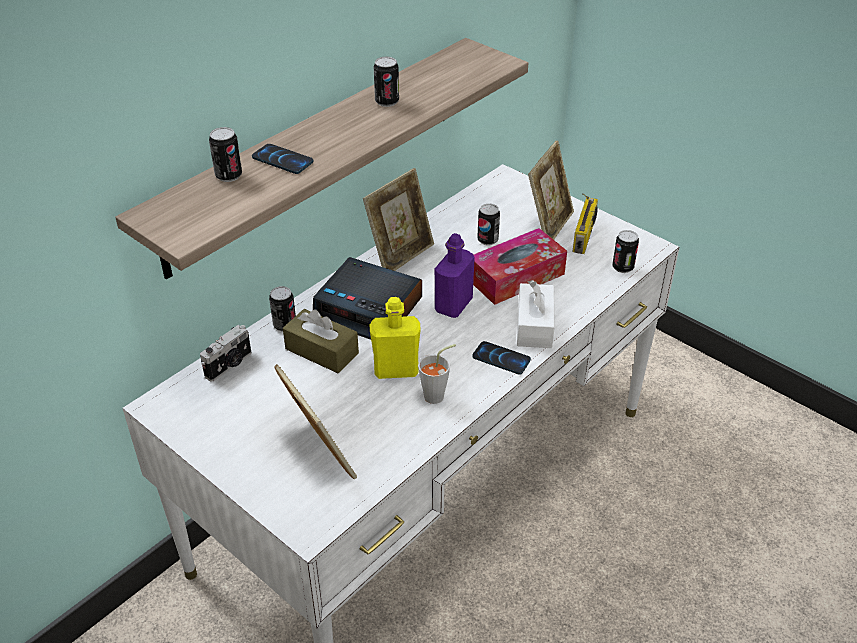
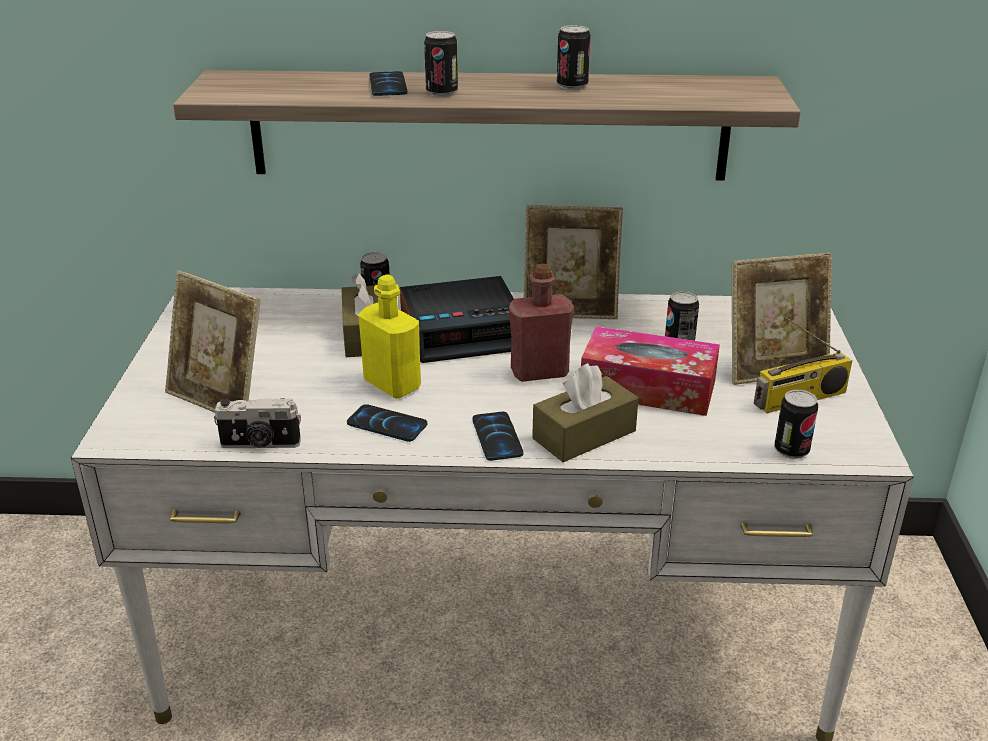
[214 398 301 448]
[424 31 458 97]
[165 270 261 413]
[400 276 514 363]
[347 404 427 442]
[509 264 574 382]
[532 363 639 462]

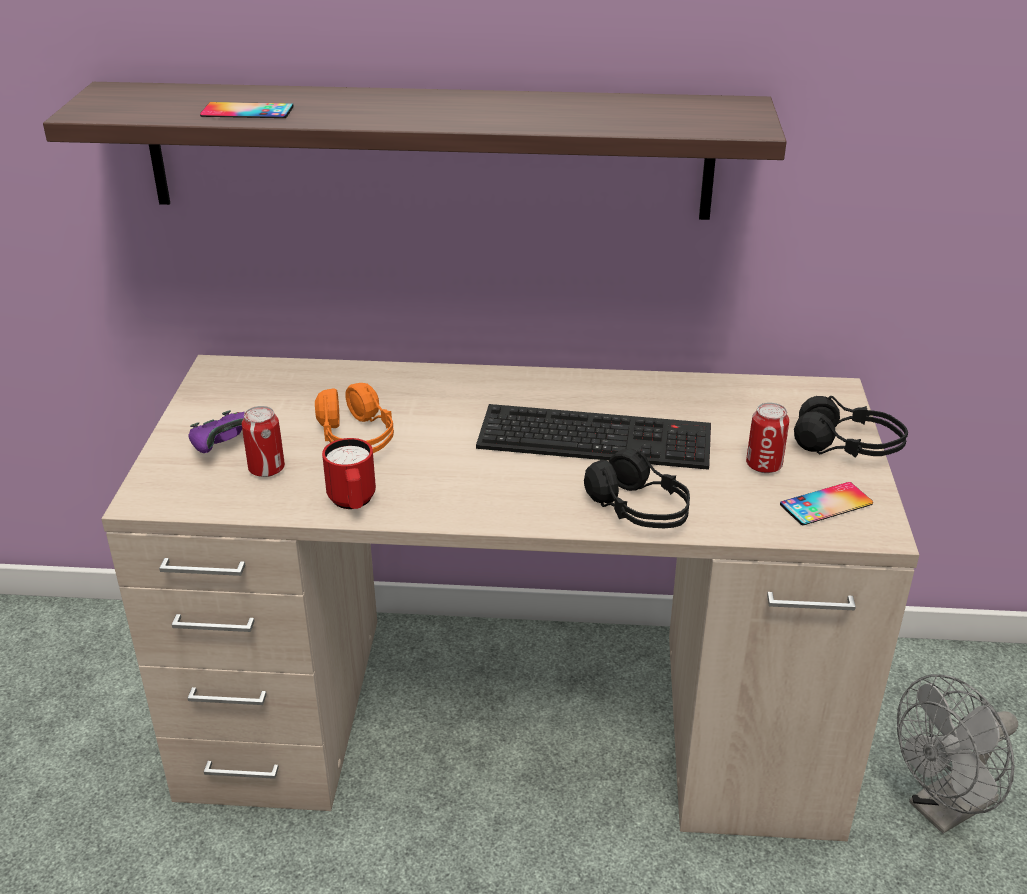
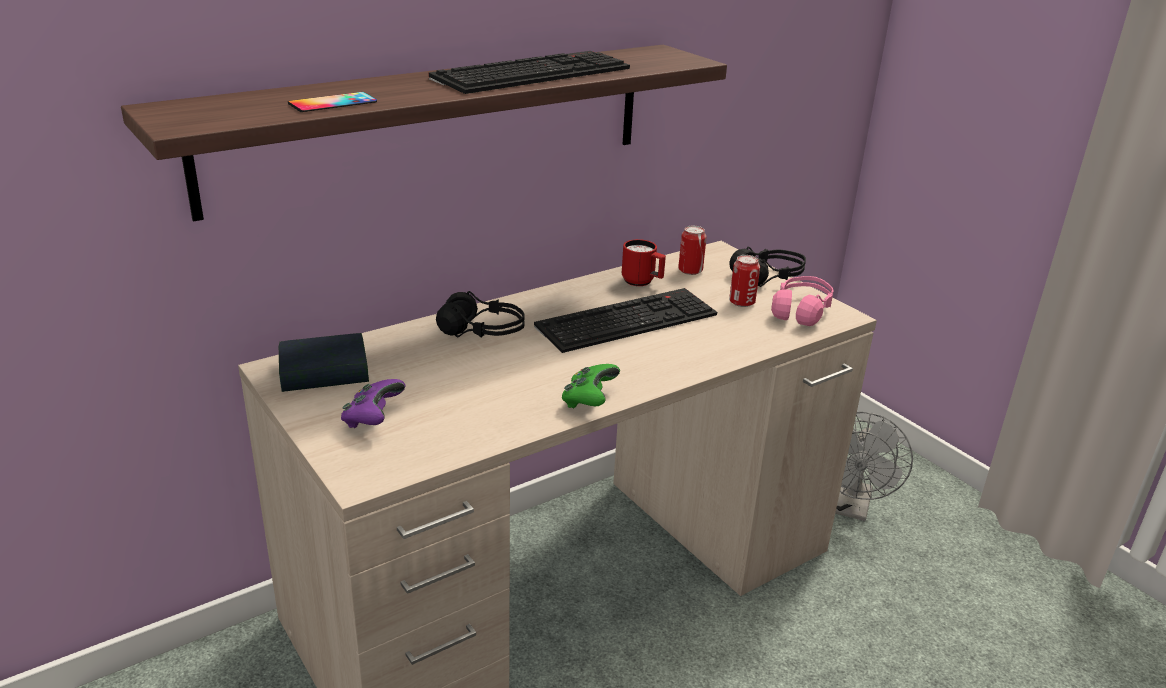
[678 226 706 275]
[315 383 394 453] (first image)
[622 239 666 286]
[436 291 525 338]
[771 276 834 326]
[279 333 369 392]
[429 51 630 94]
[562 364 620 408]

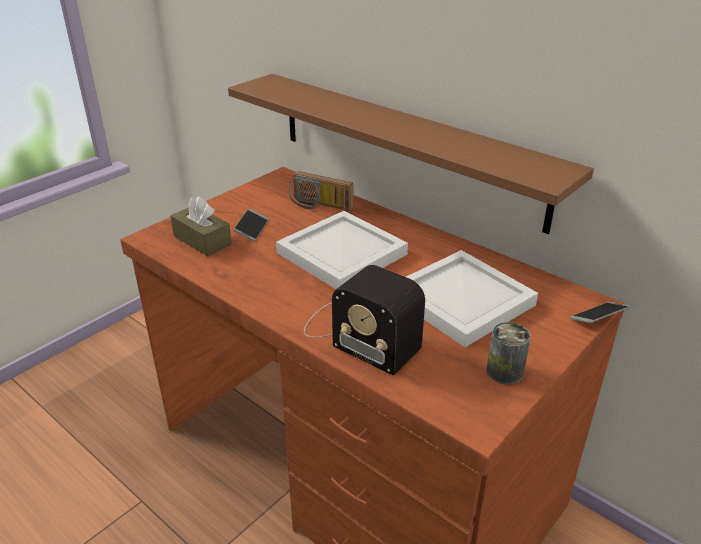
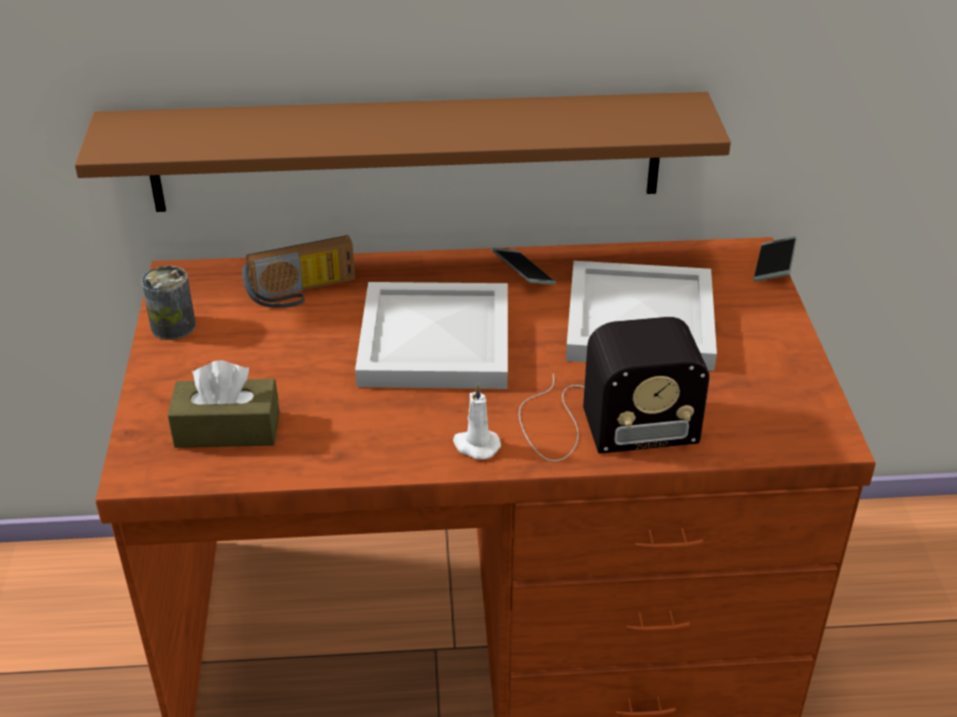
[491 248 556 285]
[141 266 196 340]
[453 383 501 460]

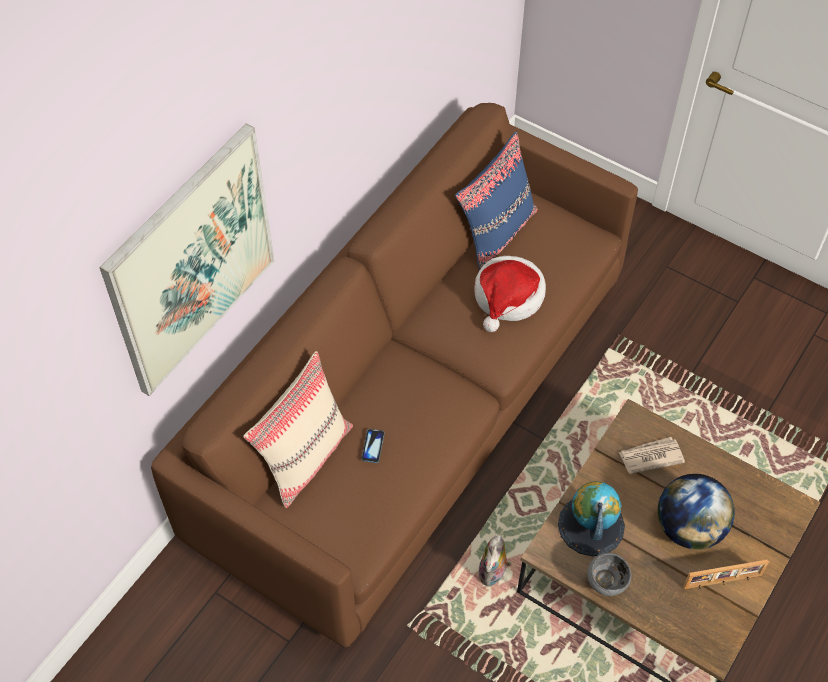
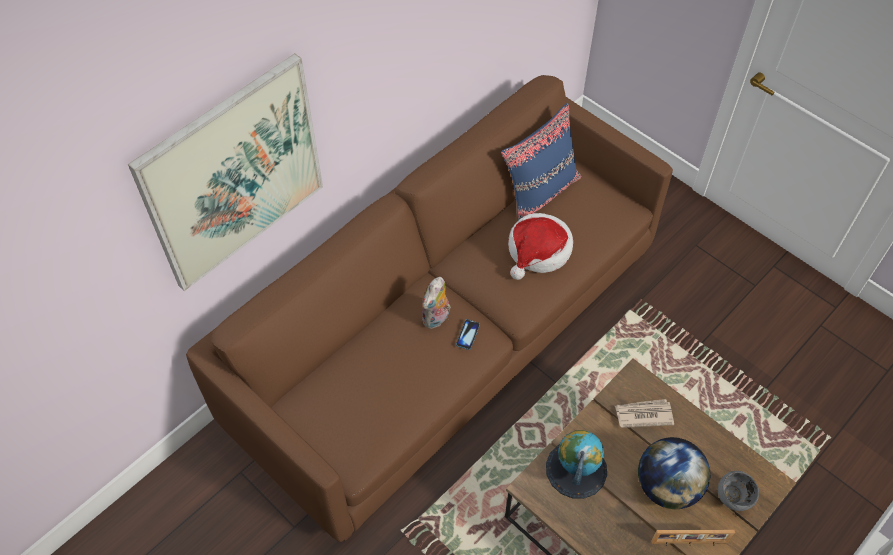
[243 351 353 508] (first image)
[456 319 480 350]
[422 277 451 329]
[718 471 759 511]

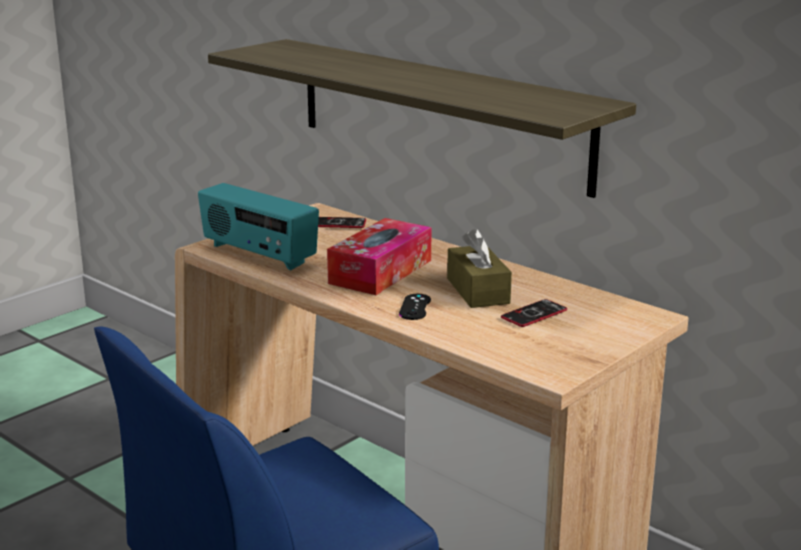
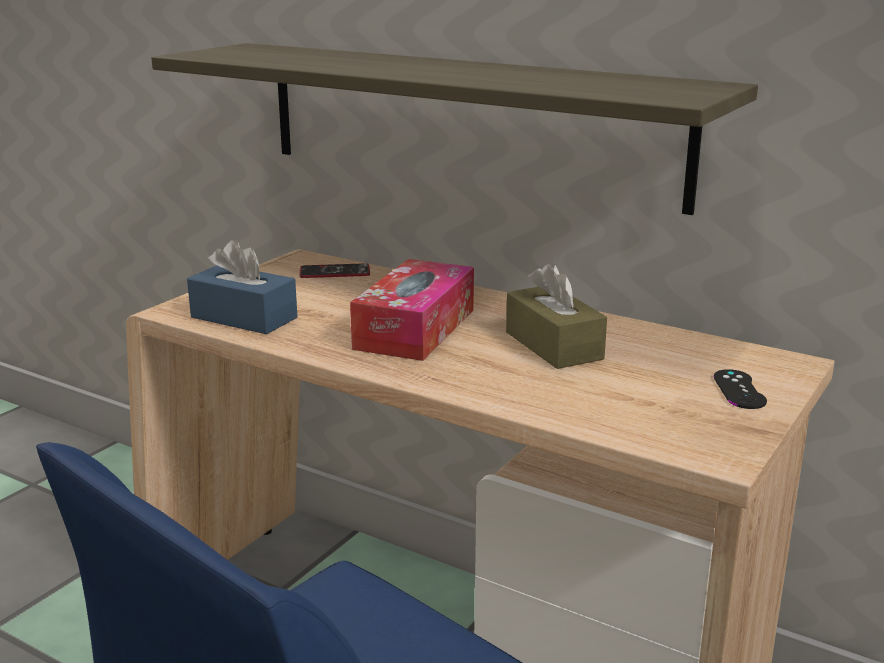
[187 239 297 334]
[714 369 767 409]
[501 299 567 327] (first image)

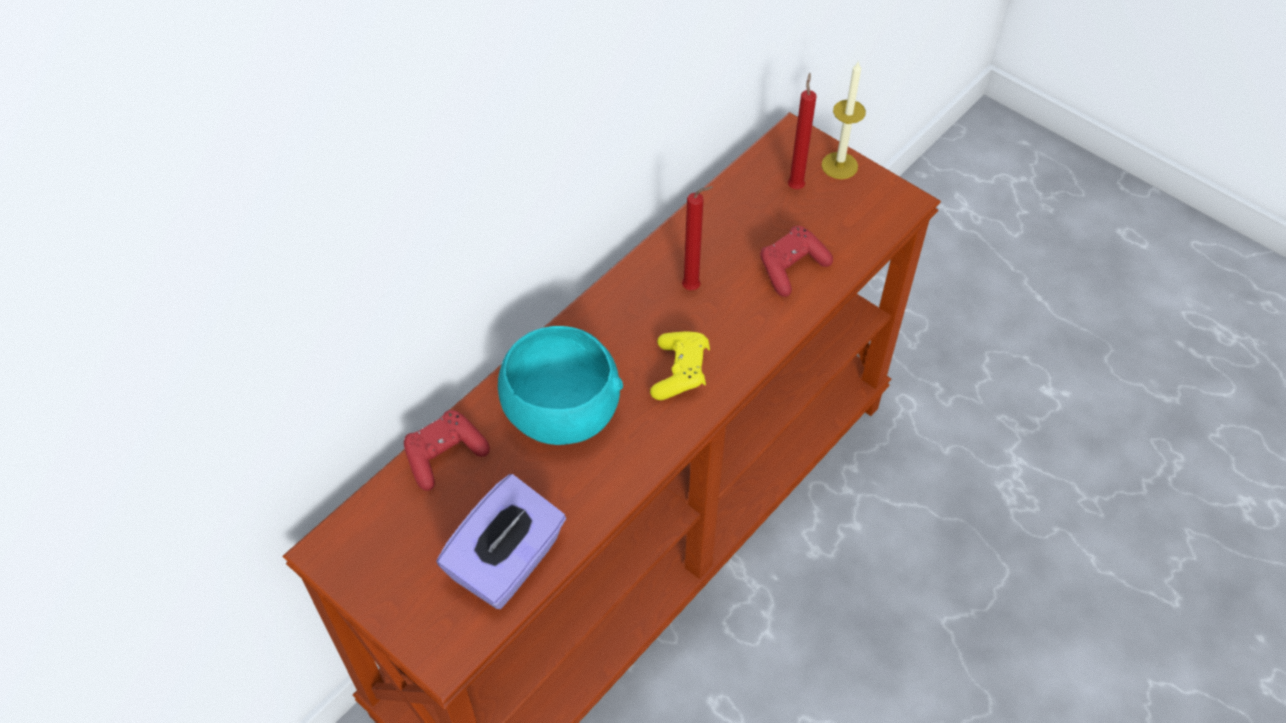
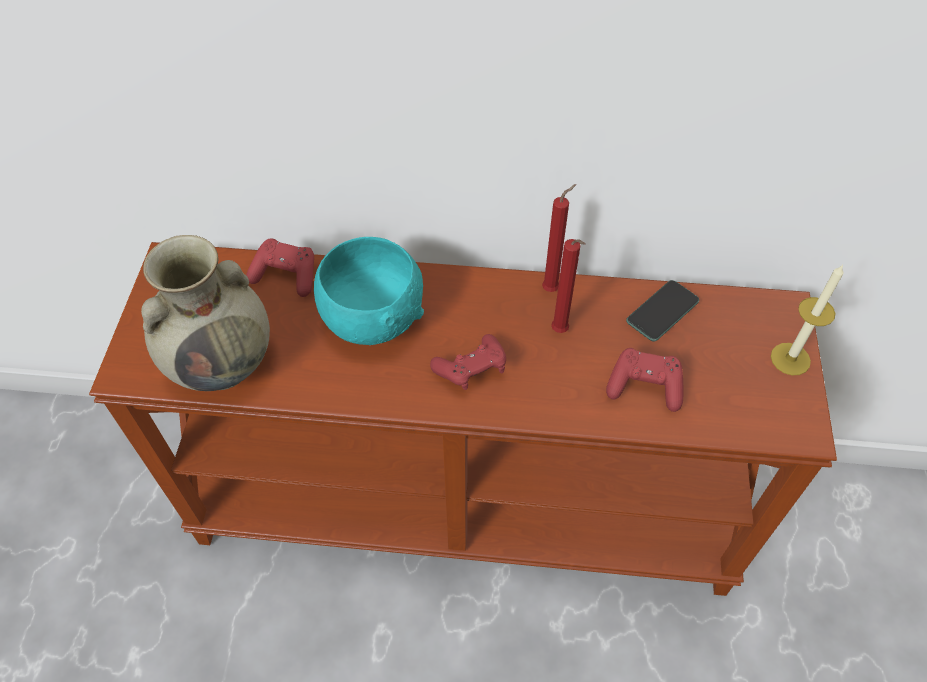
[141 235 270 391]
[430 334 506 390]
[542 184 576 292]
[626 280 699 342]

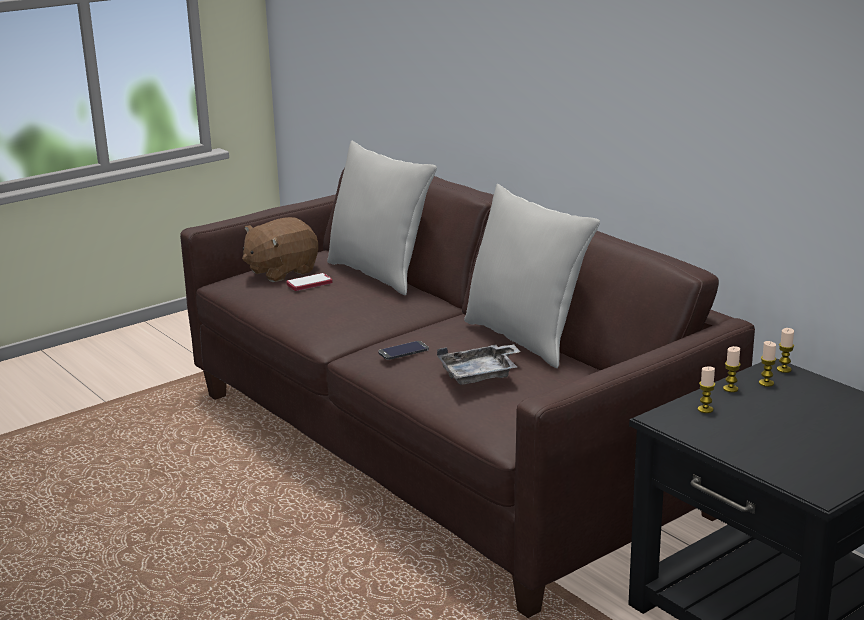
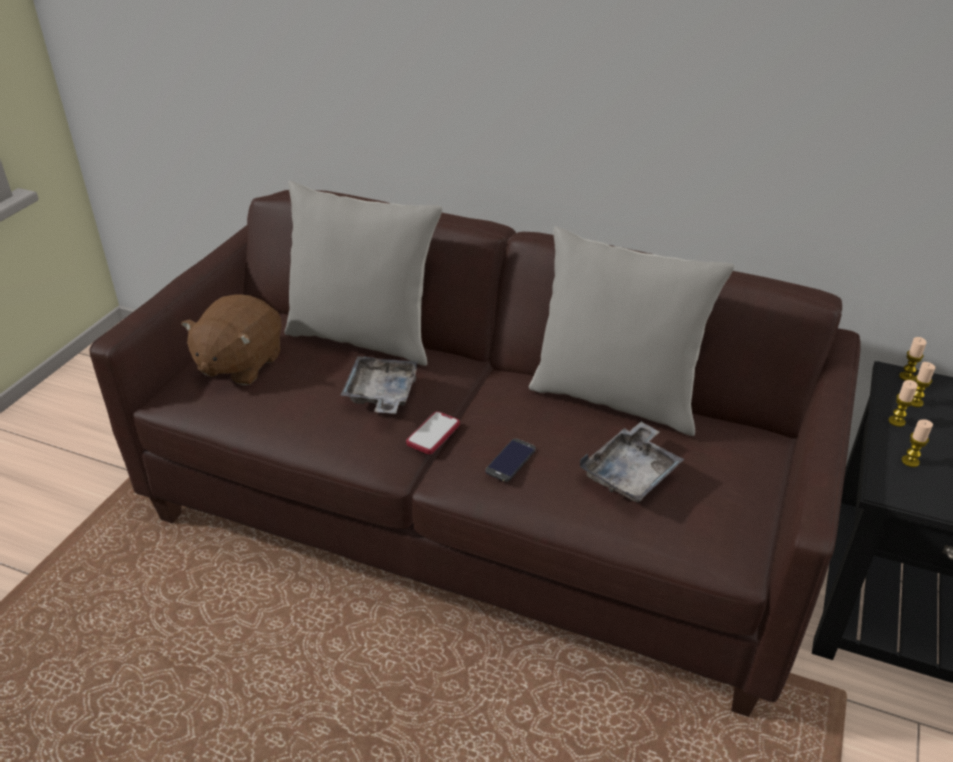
[406 411 460 455]
[340 356 418 413]

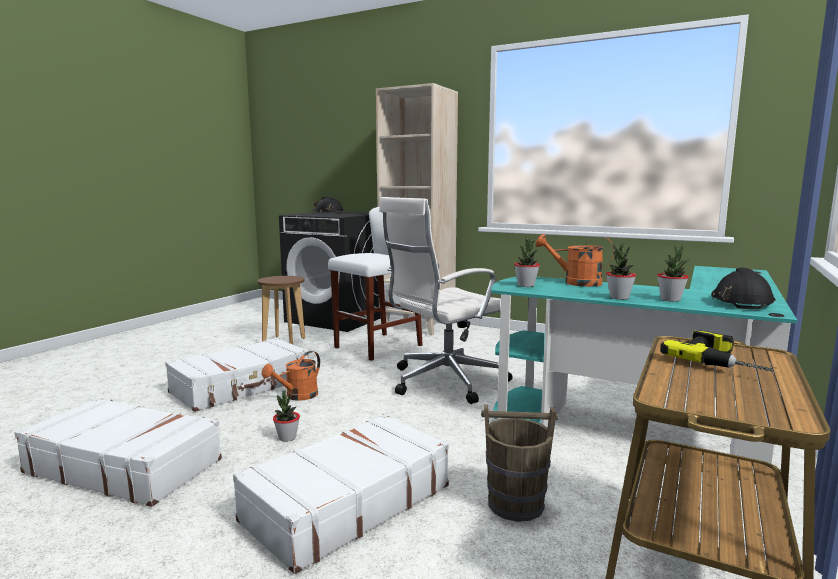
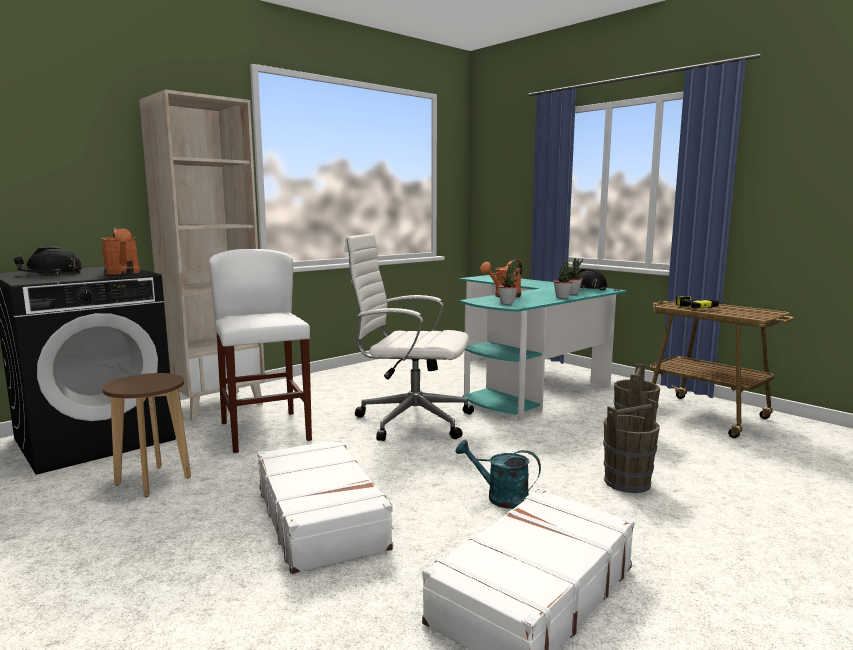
[603 399 660 493]
[101 228 140 275]
[456 440 541 509]
[344 234 474 441]

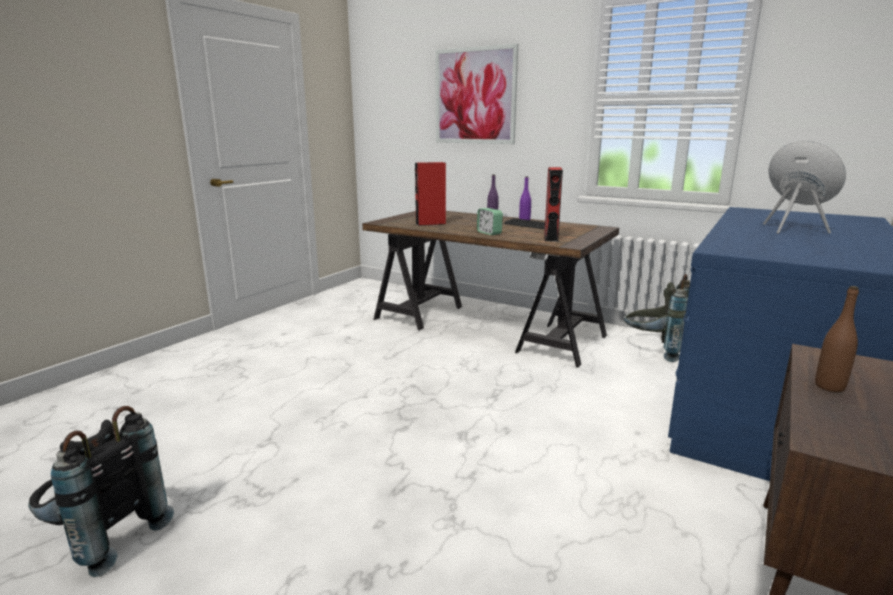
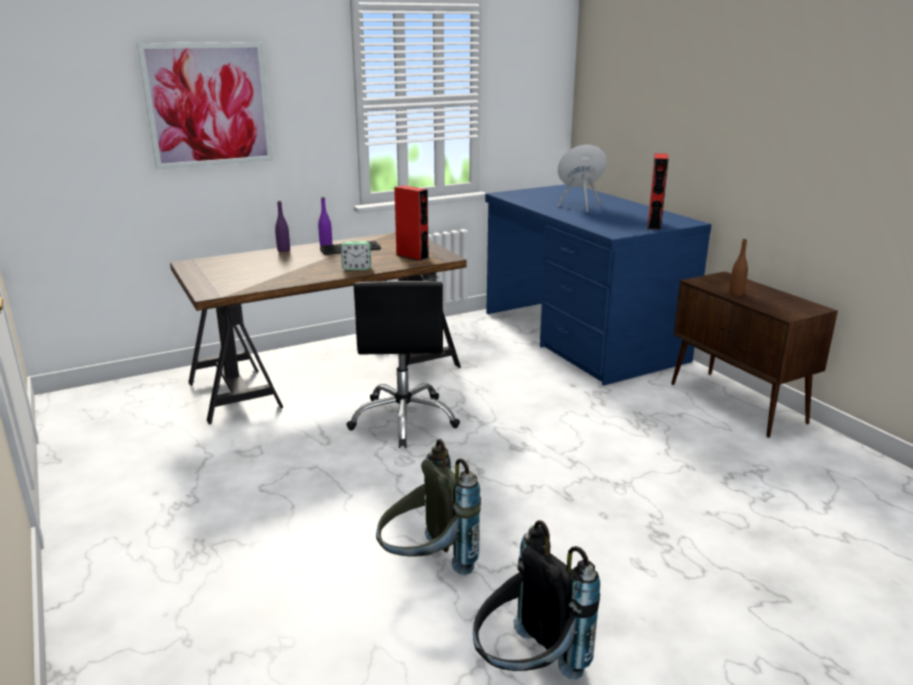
[647 153 669 230]
[376 439 481 575]
[346 281 460 448]

